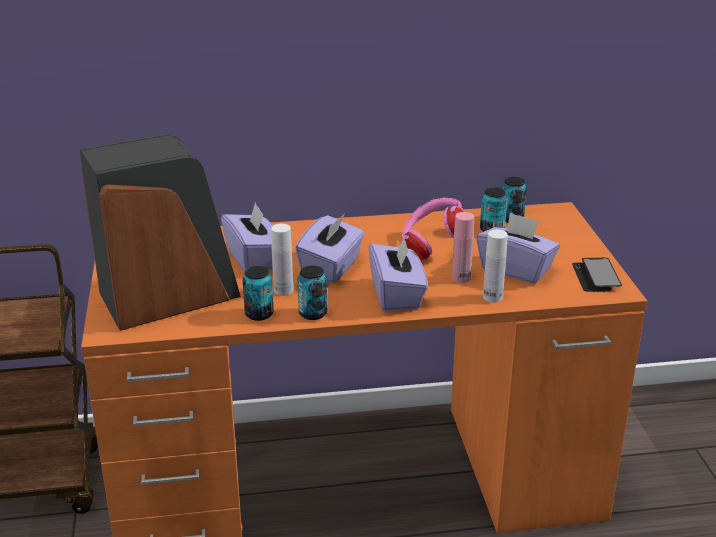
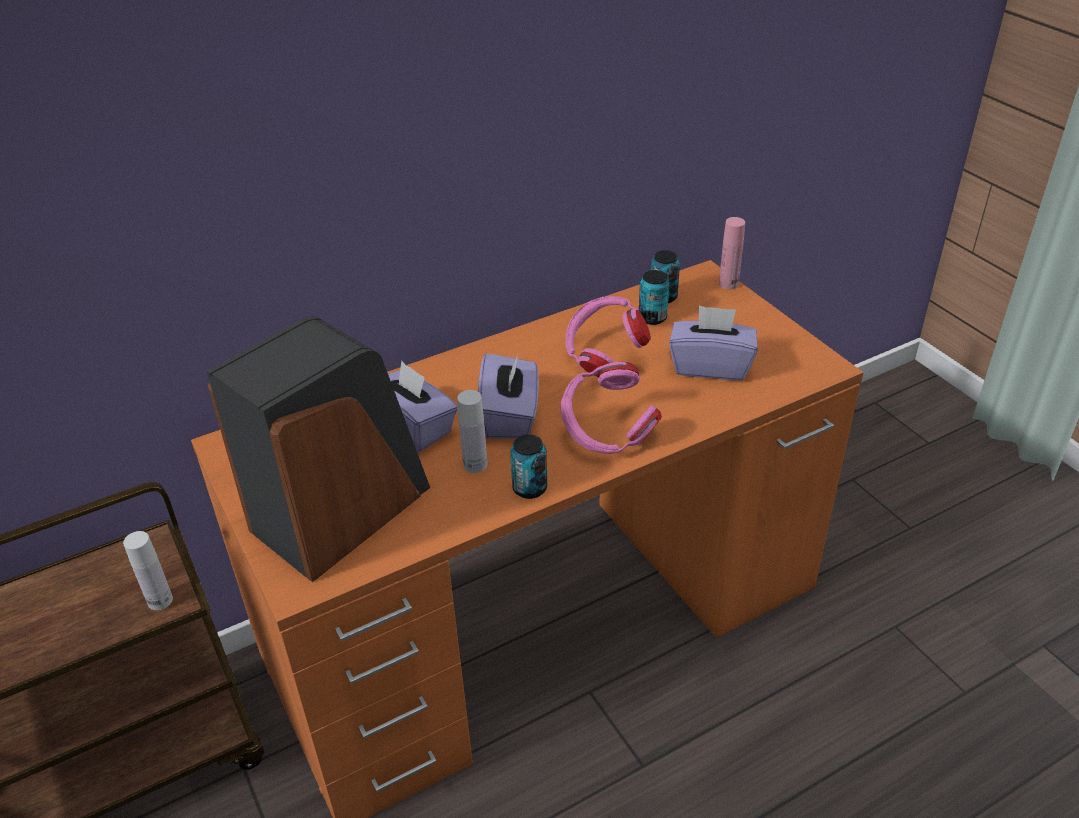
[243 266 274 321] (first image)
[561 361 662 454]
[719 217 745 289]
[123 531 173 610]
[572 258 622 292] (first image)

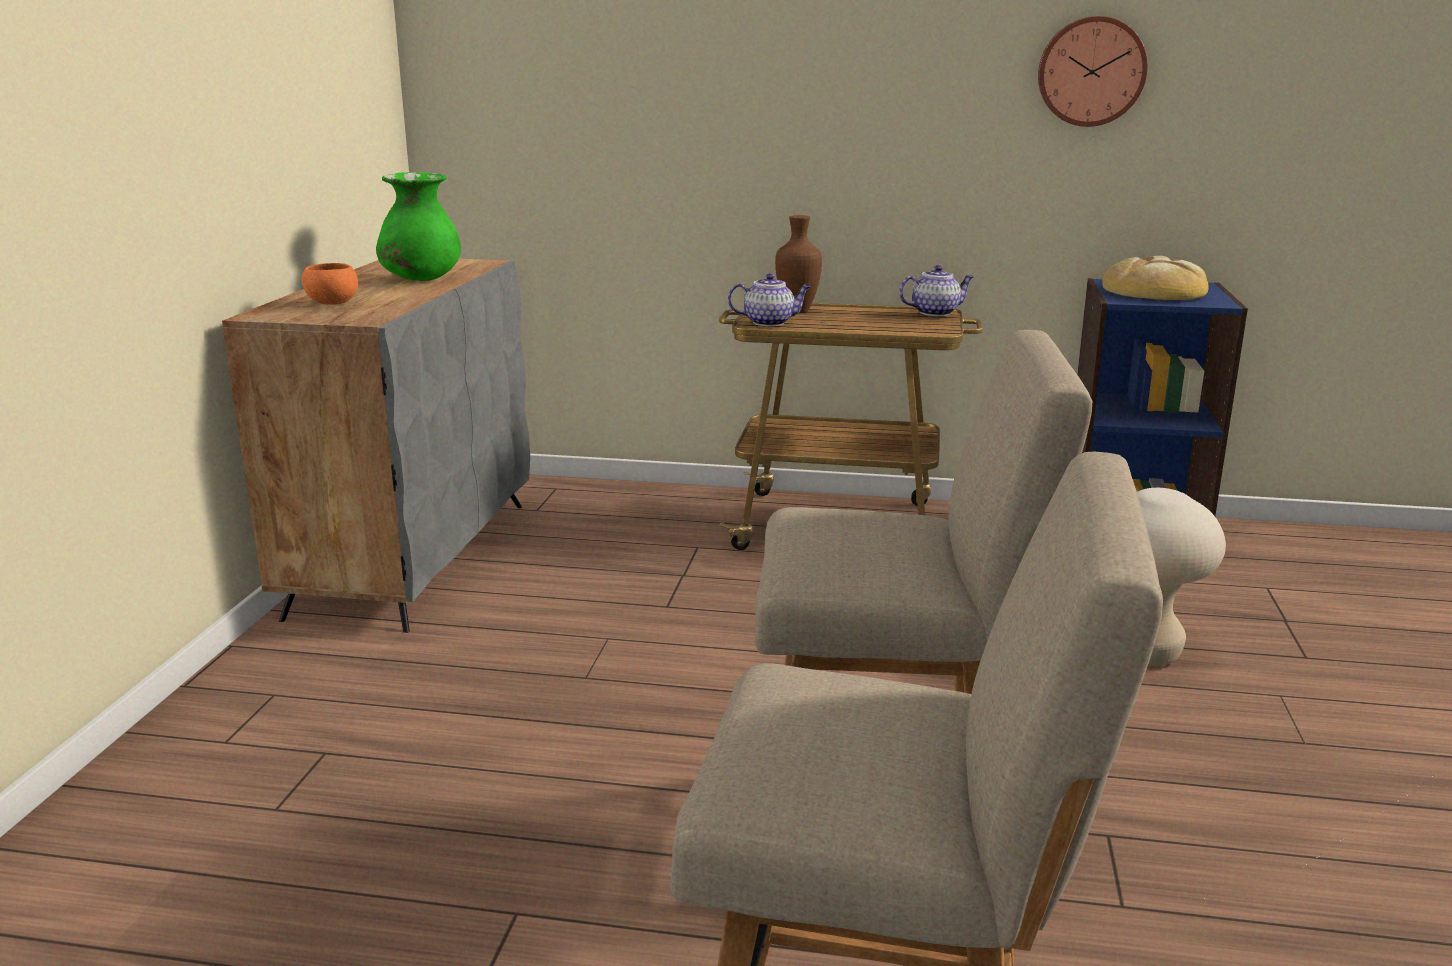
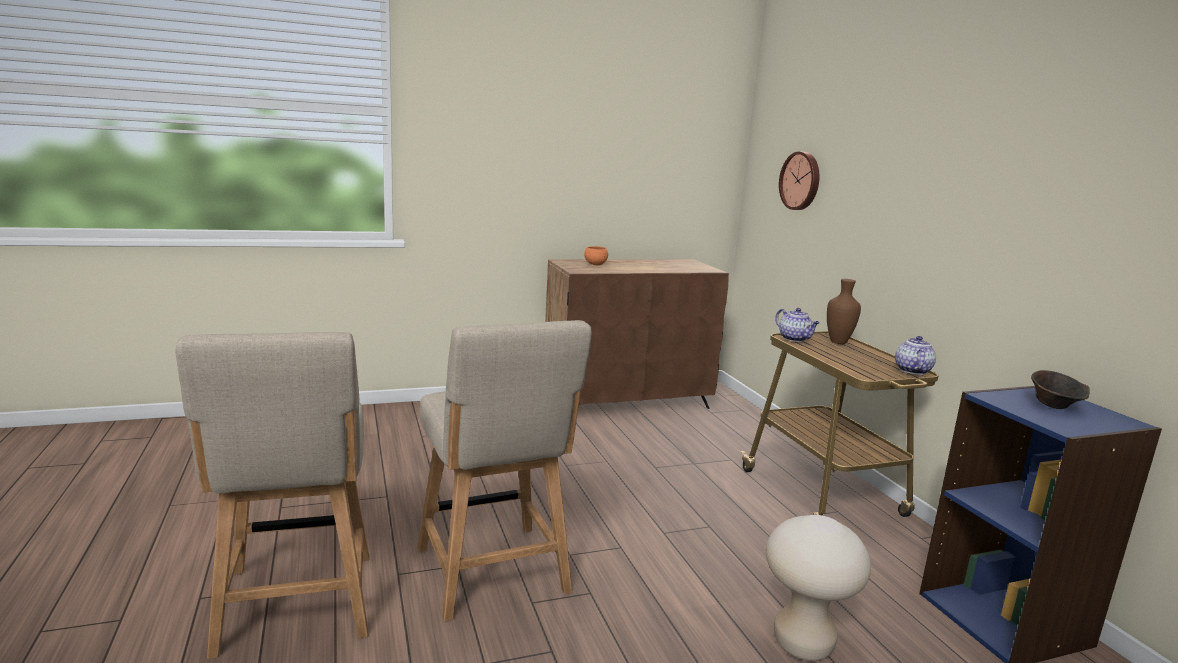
[545 259 729 409]
[376 172 461 281] (first image)
[895 336 936 375]
[779 152 819 210]
[1031 370 1090 409]

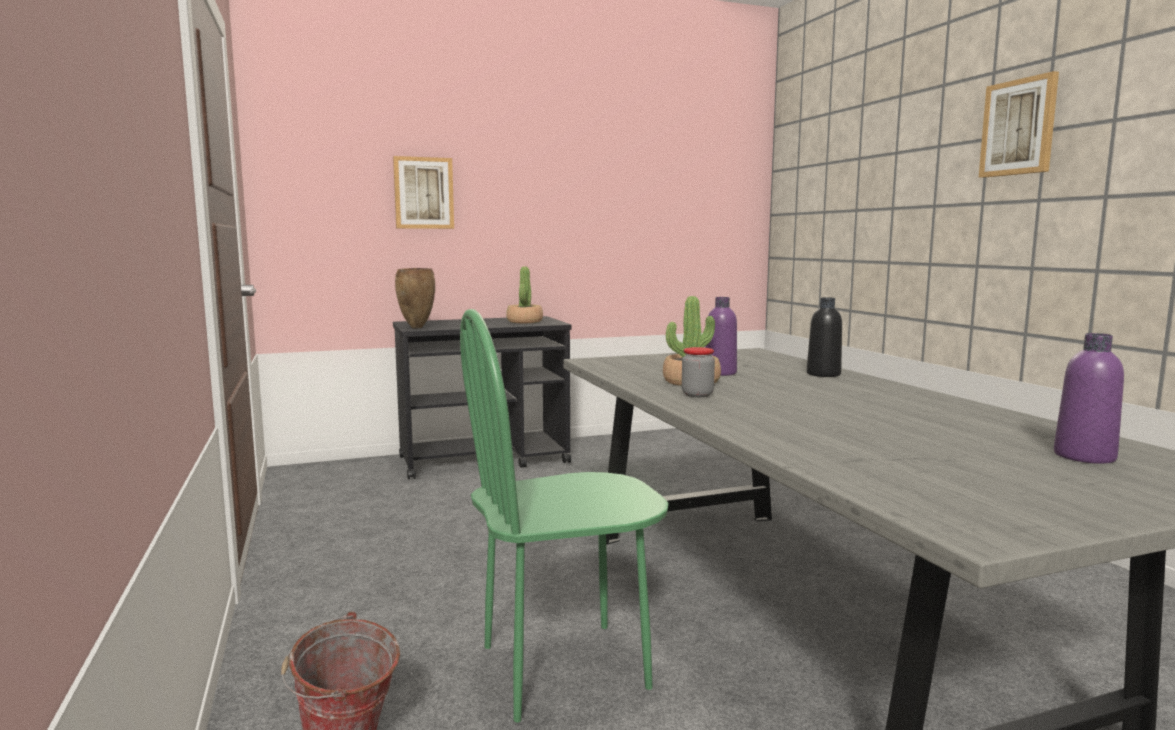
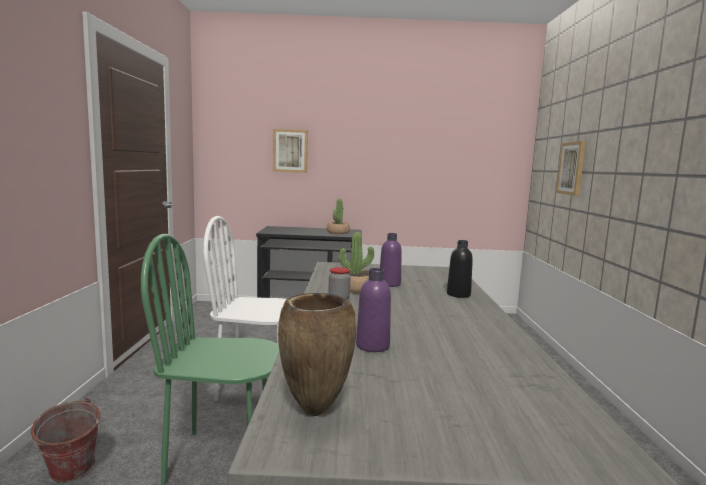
[278 293 356 416]
[556 141 586 196]
[356 268 391 352]
[203 216 287 401]

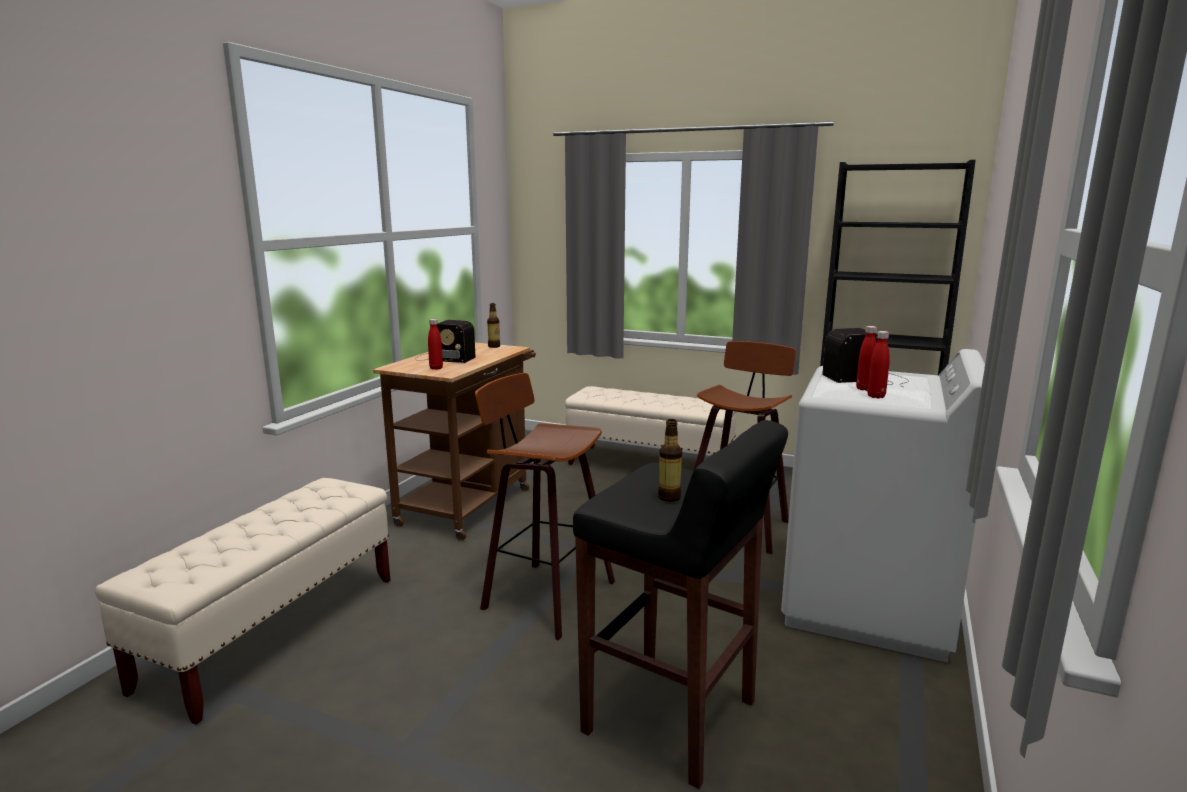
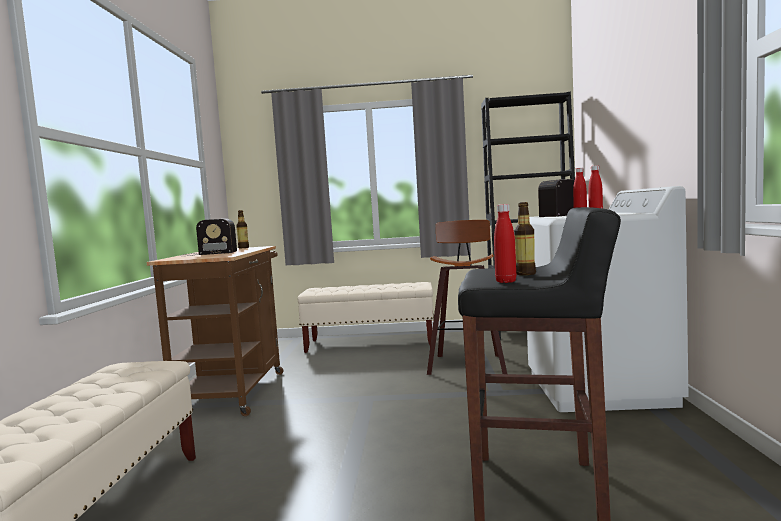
[494 204 516 283]
[475 373 615 640] (first image)

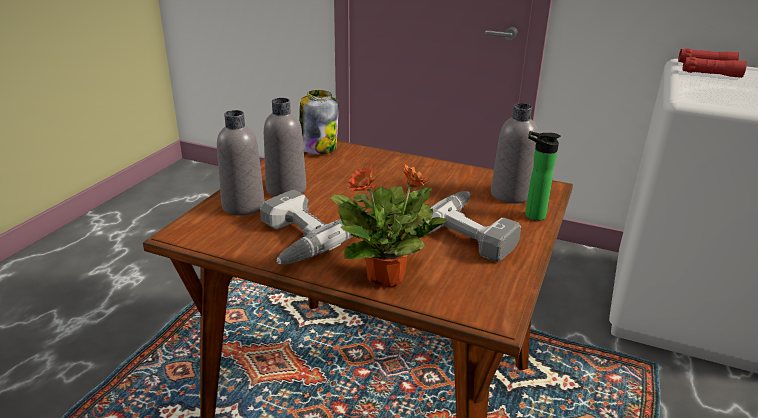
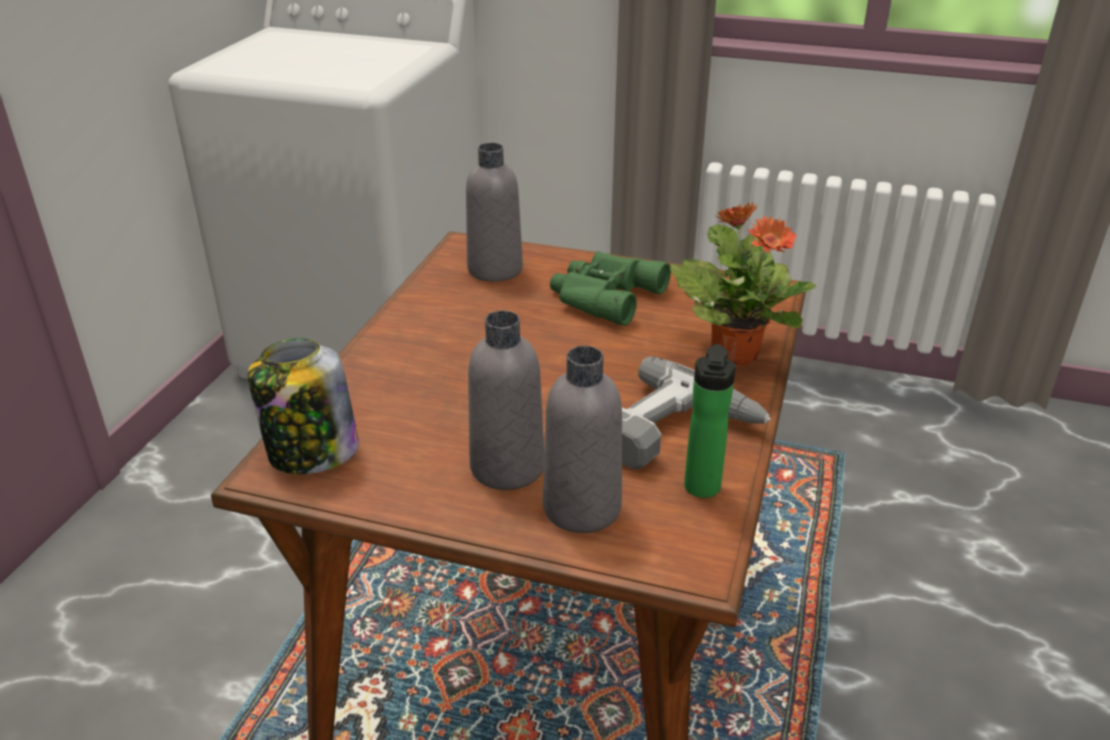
[550 251 671 326]
[684 344 736 498]
[678 48 747 78] (first image)

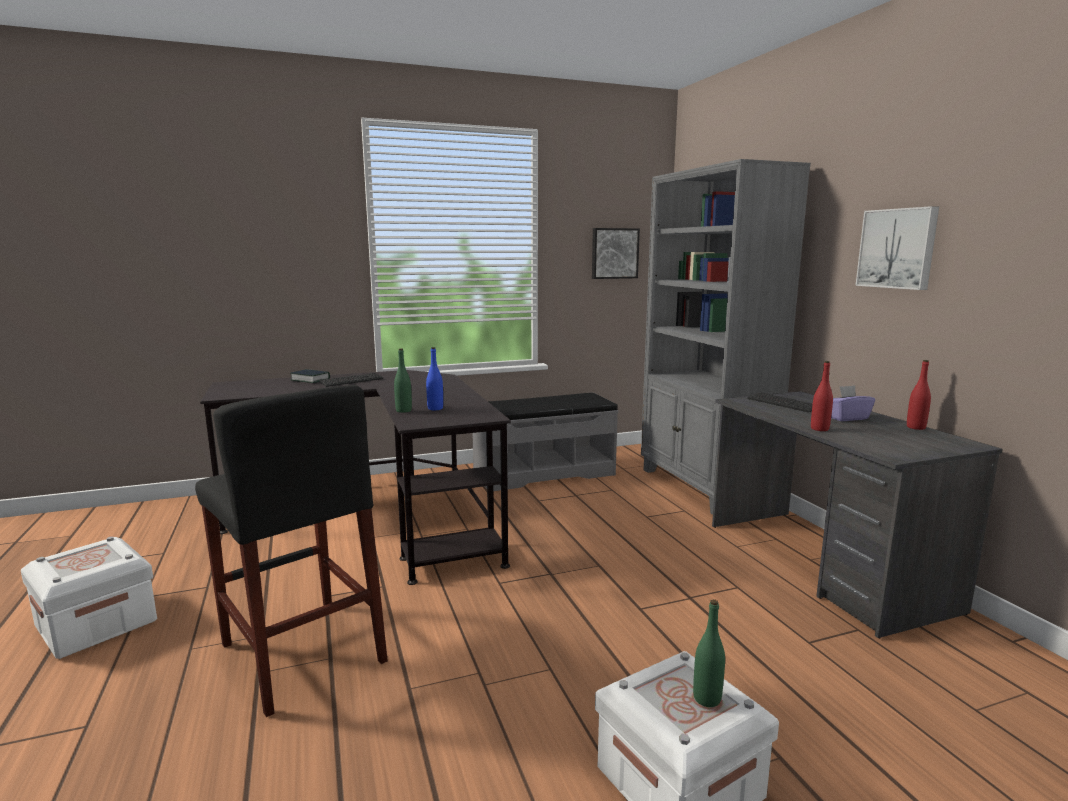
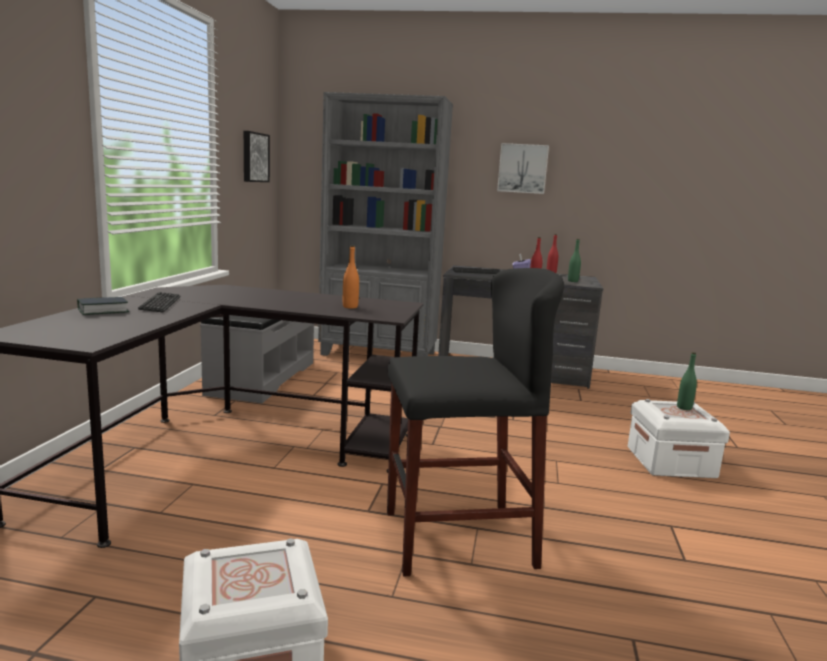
[568 239 581 282]
[343 245 359 308]

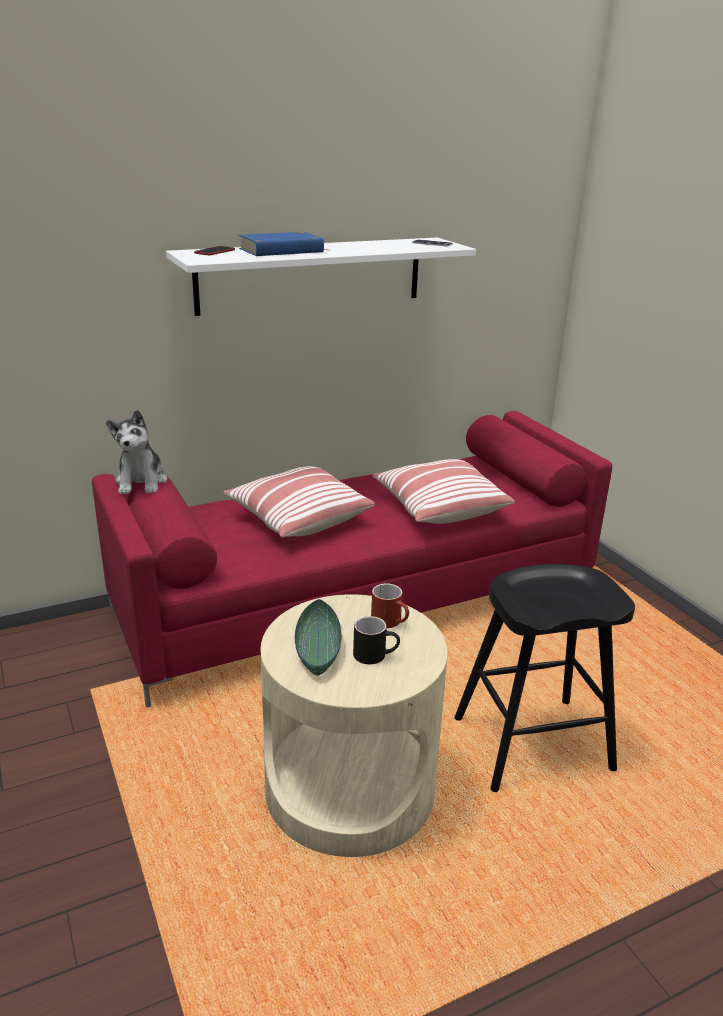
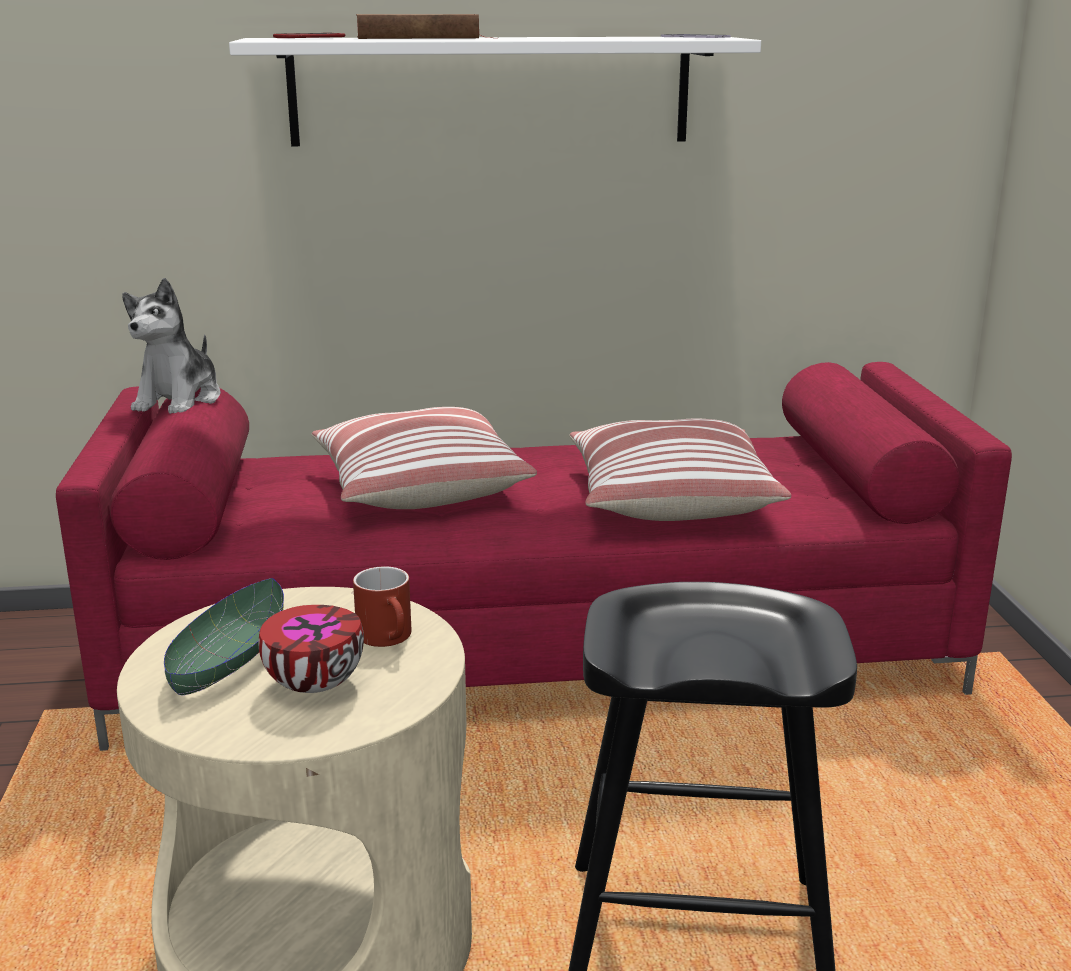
[356 14 492 39]
[258 605 364 693]

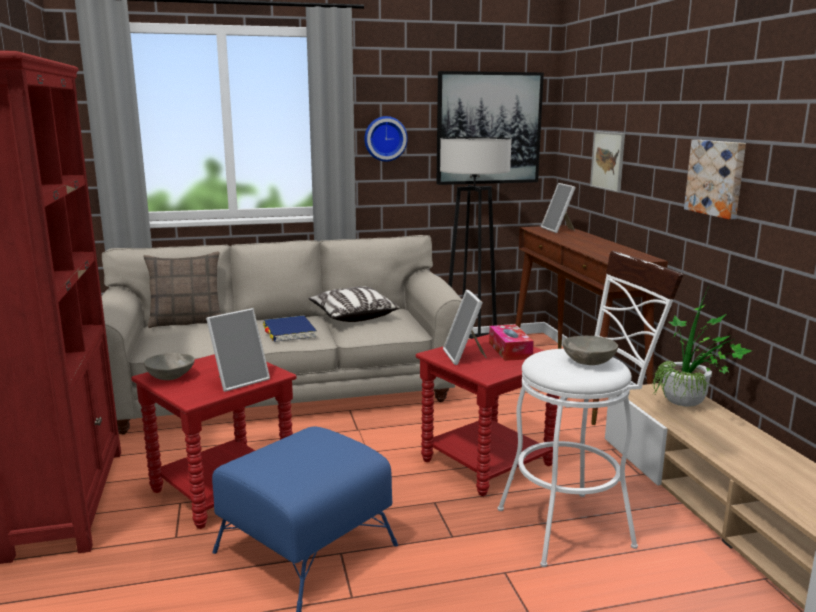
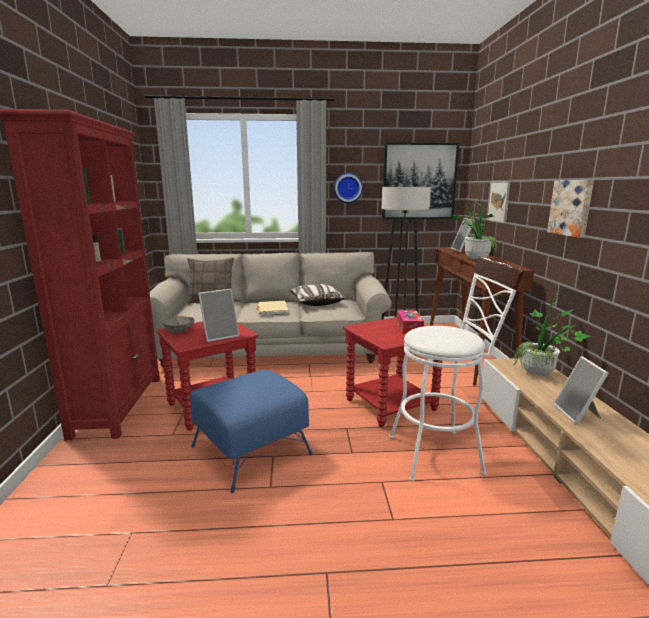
[257 301 288 316]
[554 356 609 425]
[563 336 618 365] (first image)
[451 190 497 260]

